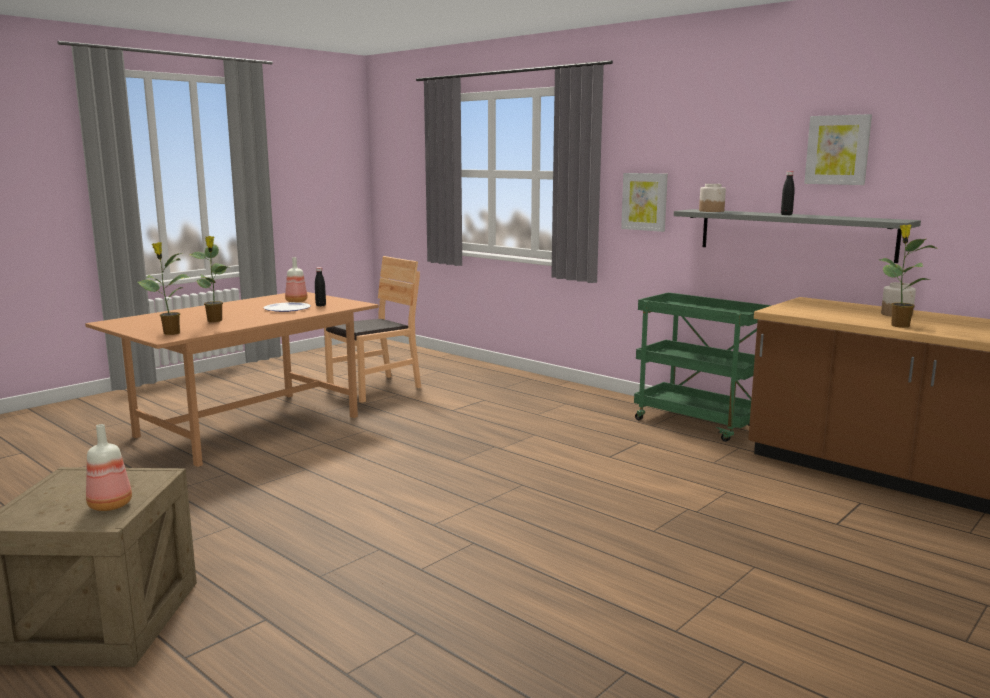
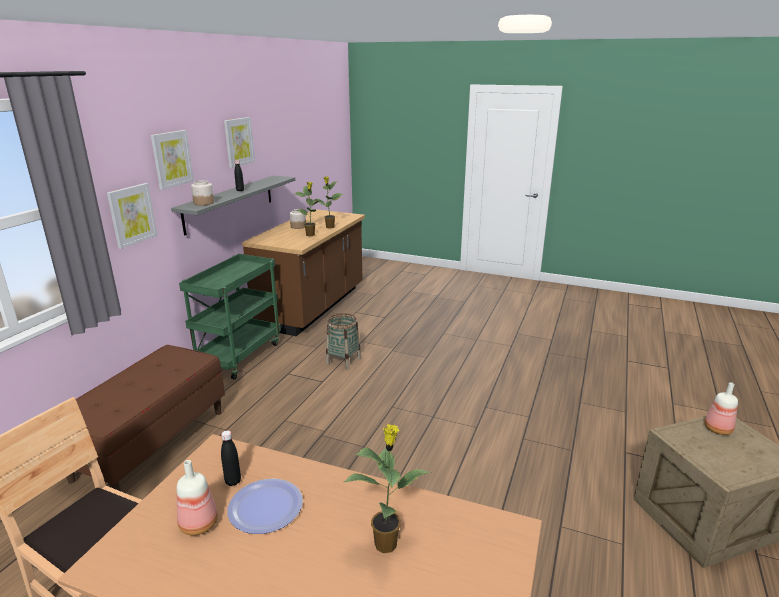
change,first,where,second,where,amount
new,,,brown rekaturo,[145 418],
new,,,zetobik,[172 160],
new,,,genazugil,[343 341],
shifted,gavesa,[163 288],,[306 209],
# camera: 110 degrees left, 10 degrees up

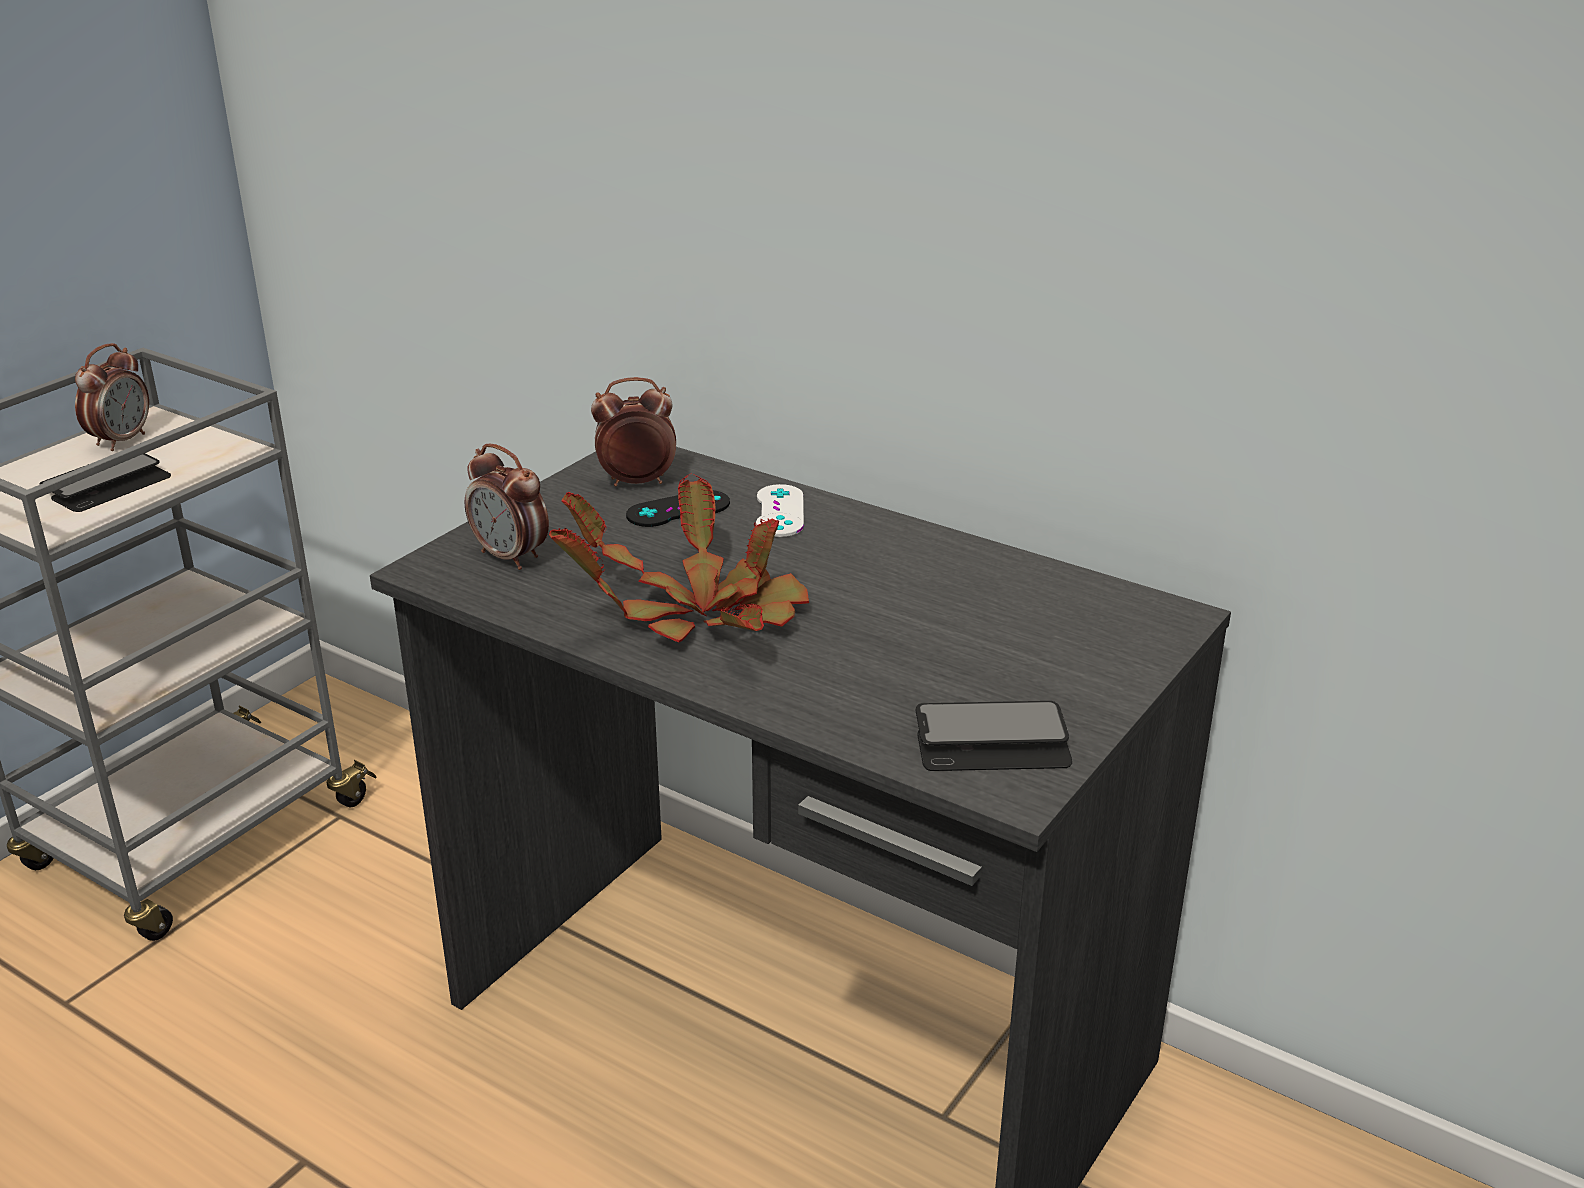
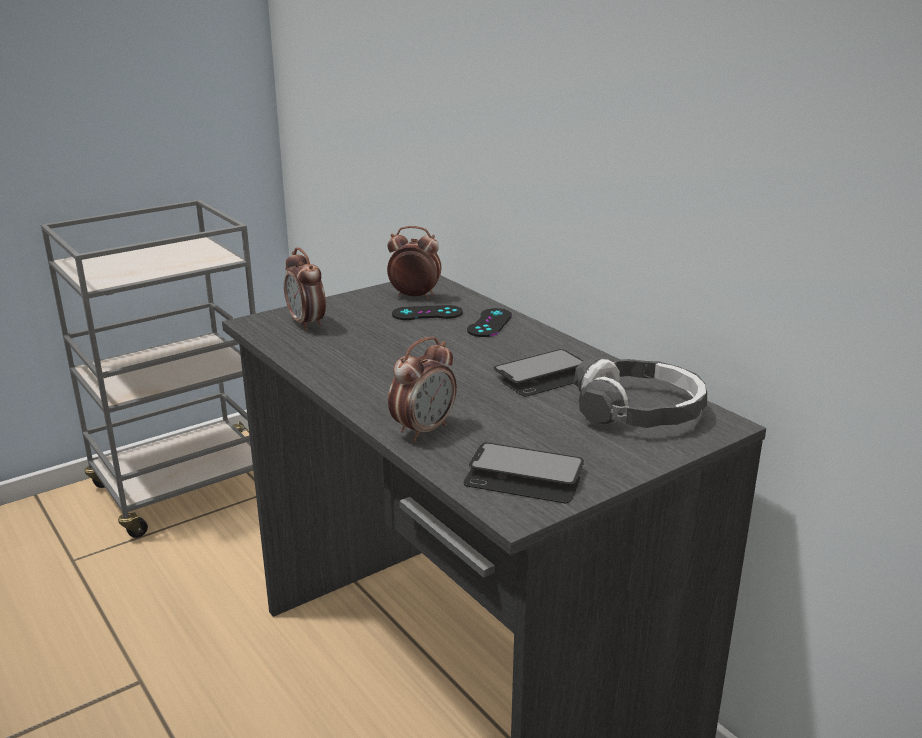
change,first,where,second,where,amount
gone,gavesa,[679 558],,,
new,,,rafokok,[640 393],
shifted,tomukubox,[105 482],,[538 373],
shifted,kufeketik,[112 397],,[422 389],
repainted,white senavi,[780 510],black senavi,[489 322],
# camera: 20 degrees right, 5 degrees down

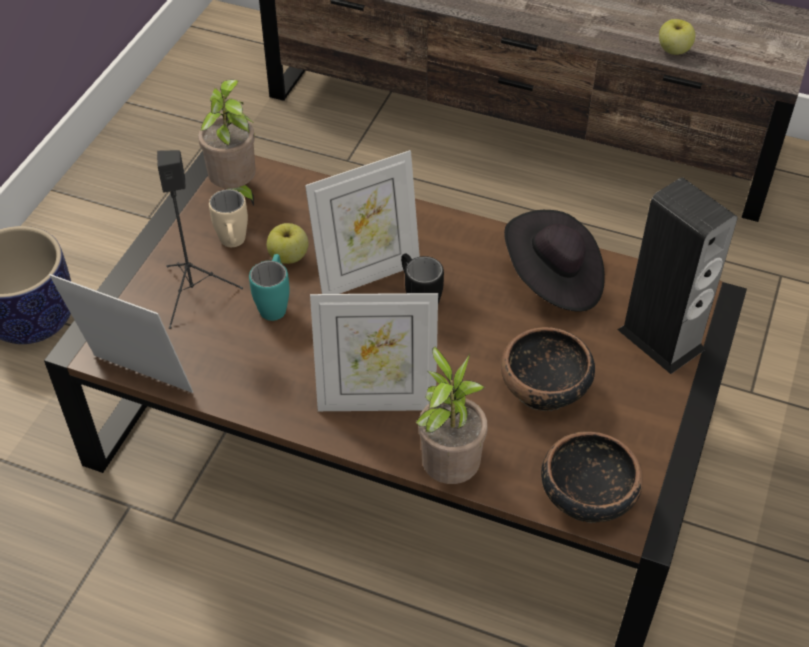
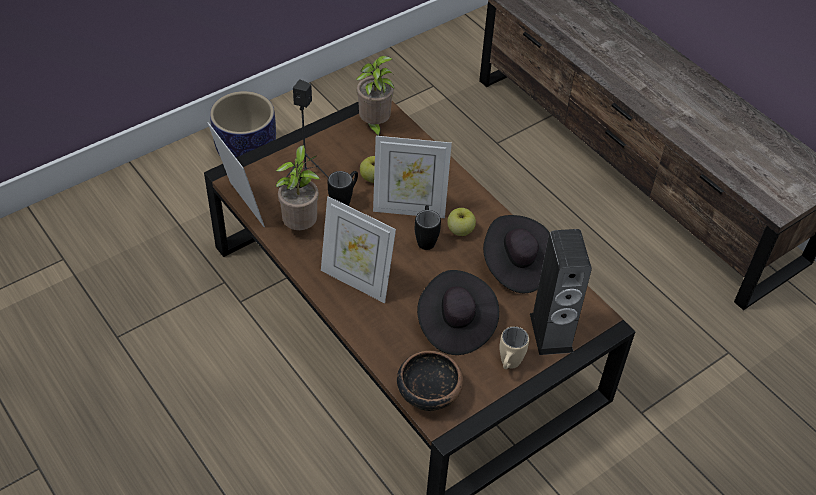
change,first,where,second,where,amount
shifted,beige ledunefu,[228 218],,[514 347],
shifted,gavesa,[452 415],,[298 187],
shifted,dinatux,[677 37],,[461 222],
swapped,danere,[548 369],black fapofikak,[458 312],
repainted,turquoise ledunefu,[269 287],black ledunefu,[343 188],
# camera: 30 degrees right, 0 degrees up

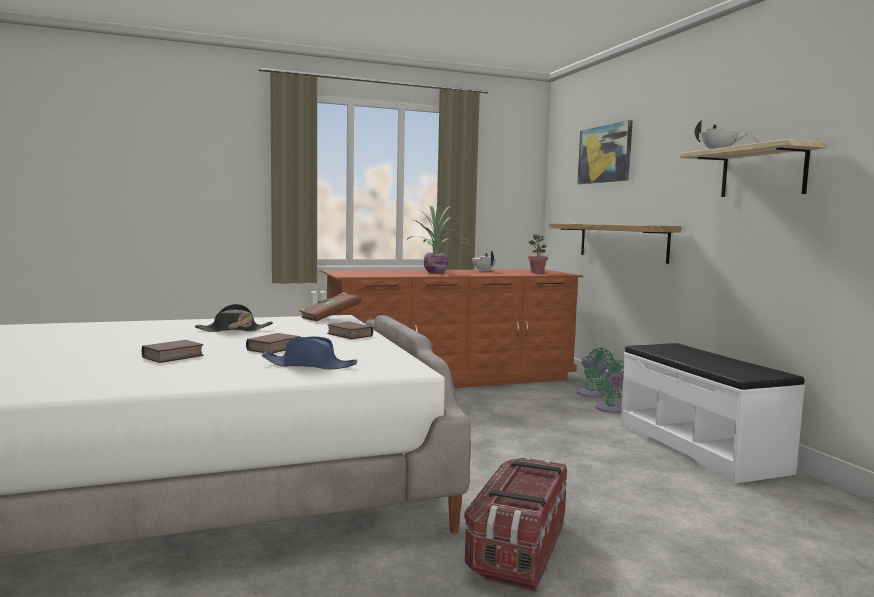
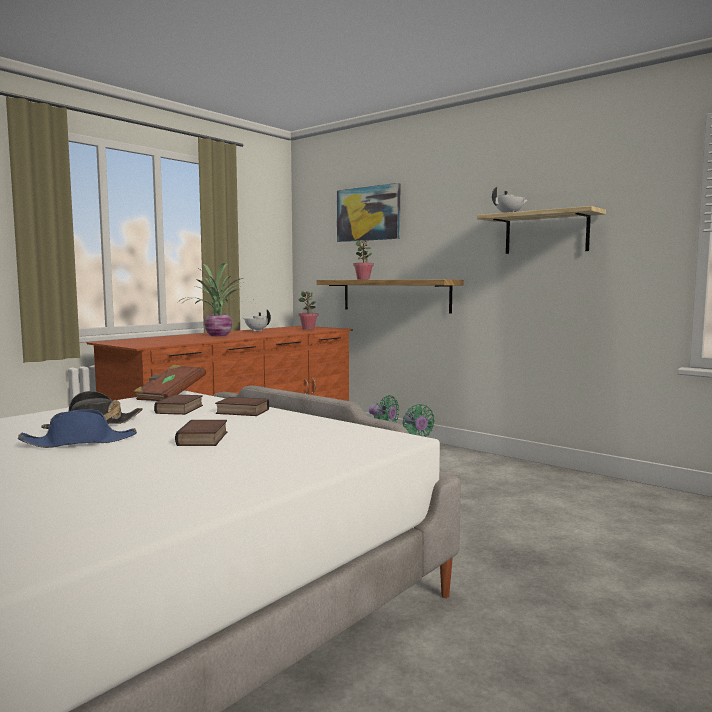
change,first,where,second,where,amount
gone,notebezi,[515 524],,,
gone,white rekaturo,[712 413],,,
new,,,gavesa,[363 260],
shifted,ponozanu,[173 351],,[178 404],
shifted,blue fapofikak,[309 353],,[77 428],
# camera: 30 degrees left, 0 degrees up

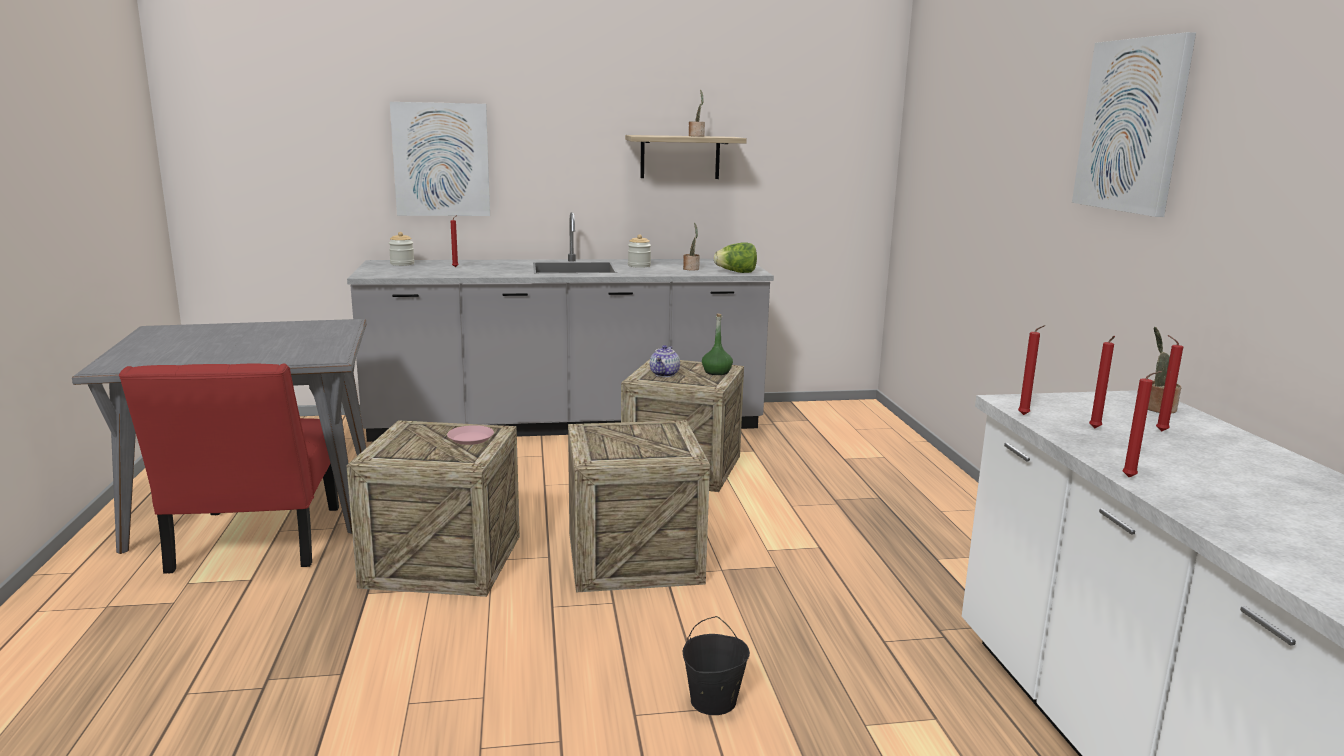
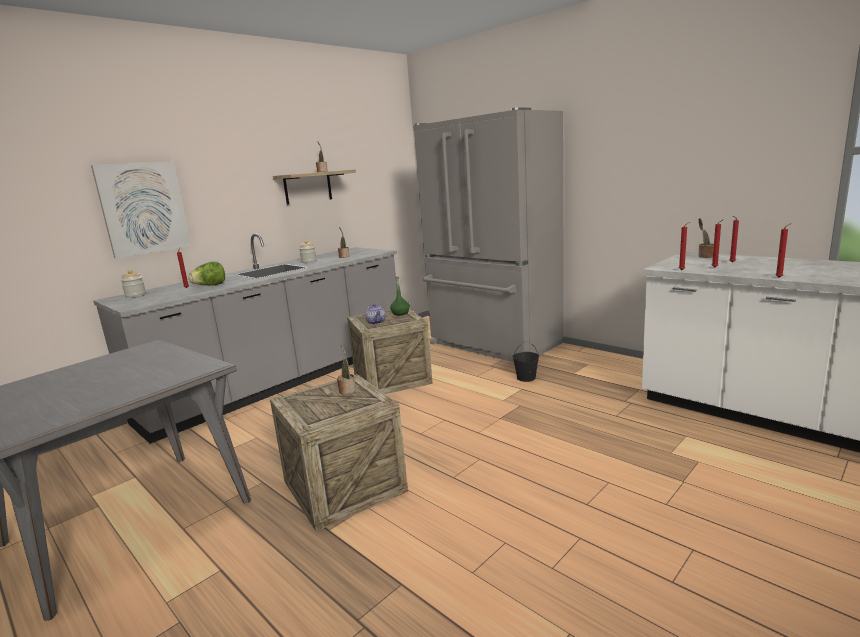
change,first,where,second,where,amount
gone,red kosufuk,[229 468],,,
gone,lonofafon,[639 506],,,
gone,zetobik,[1134 124],,,
new,,,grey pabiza,[488 234],
shifted,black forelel,[716 665],,[525 361],
shifted,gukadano,[735 257],,[206 273],
swapped,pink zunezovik,[470 435],gavesa,[346 368],
# camera: 35 degrees left, 0 degrees up

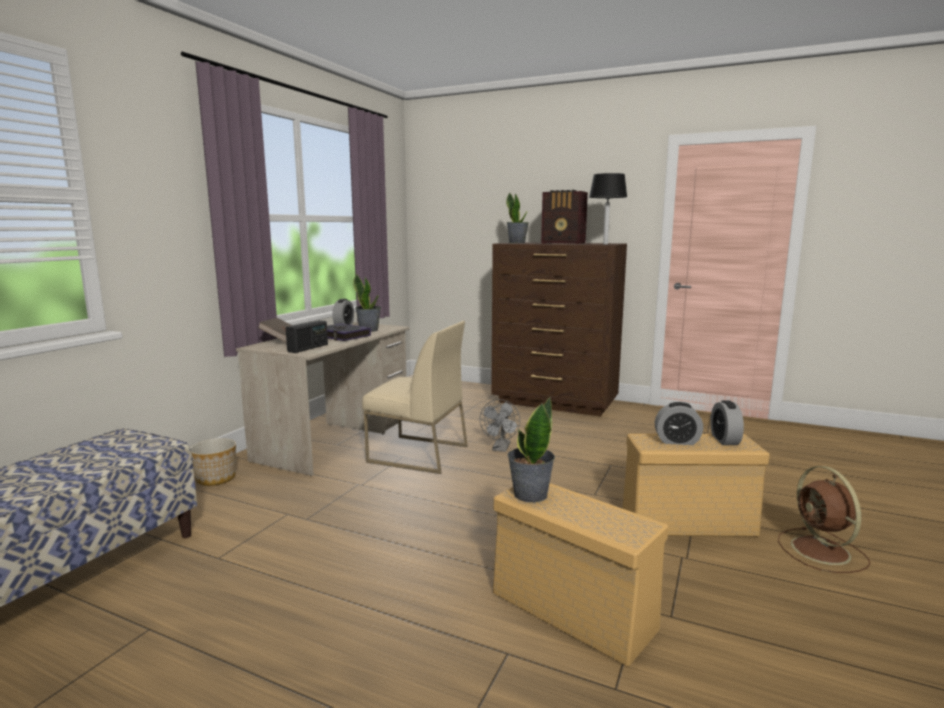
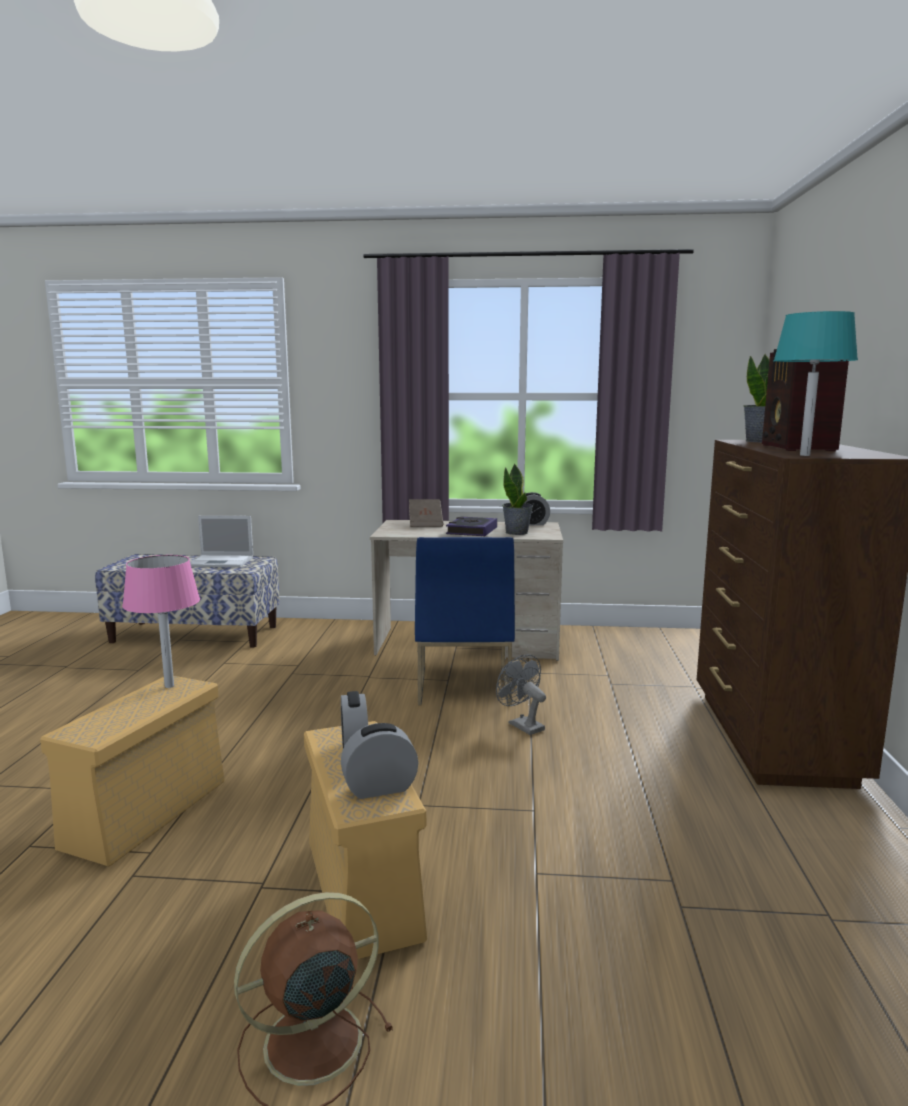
change,first,where,second,where,amount
gone,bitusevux,[213 462],,,
gone,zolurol,[307 336],,,
new,,,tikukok,[221 541],
swapped,gavesa,[531 450],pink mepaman,[161 621],
repainted,beige kosufuk,[415 397],blue kosufuk,[465 621],
repainted,black mepaman,[608 209],turquoise mepaman,[815 383],
rotated,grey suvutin,[500 425],,[521 694],60 degrees clockwise
# camera: 70 degrees right, 0 degrees up

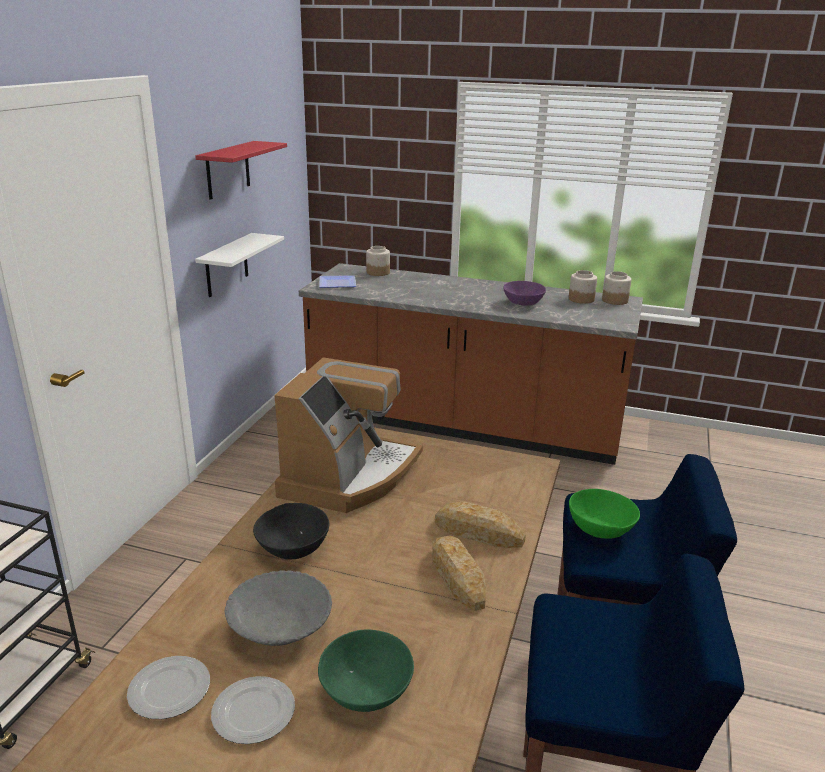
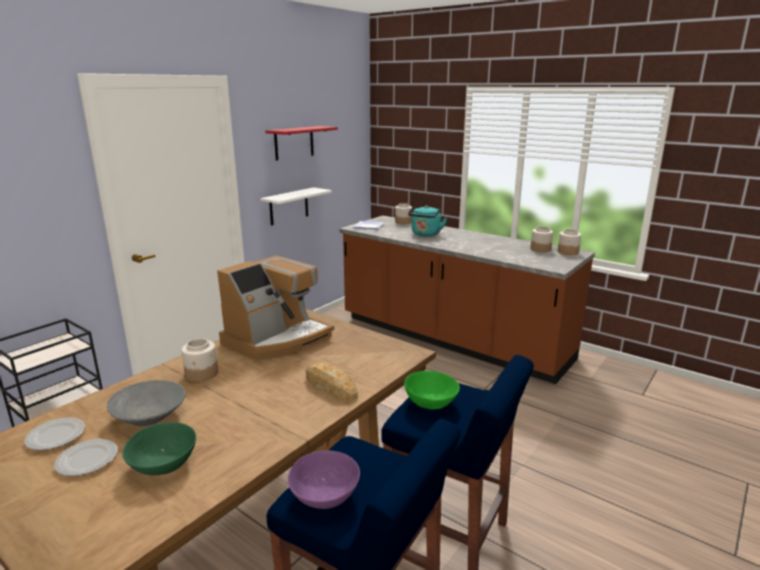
change,first,where,second,where,amount
gone,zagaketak,[459 573],,,
new,,,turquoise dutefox,[427 221],
shifted,purple danere,[524 293],,[324 479],
swapped,black danere,[291 531],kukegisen,[199 360],
# camera: 20 degrees right, 5 degrees down

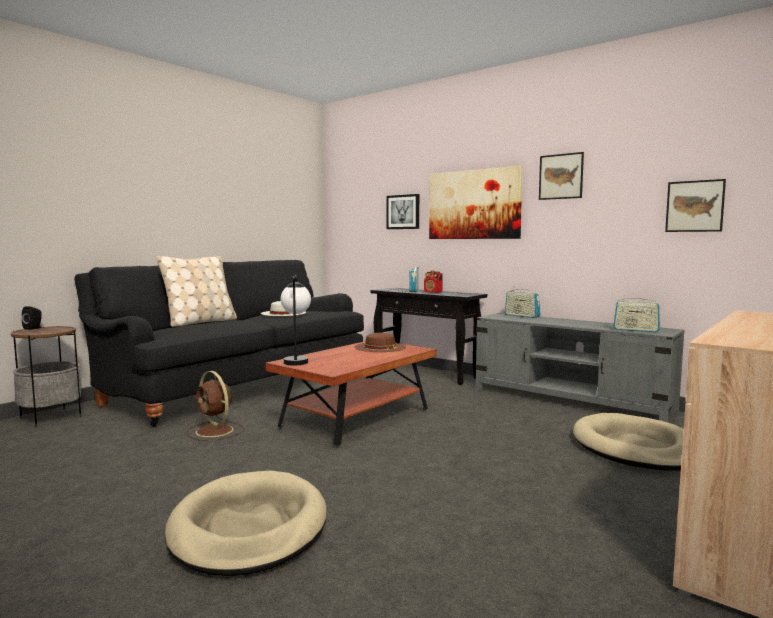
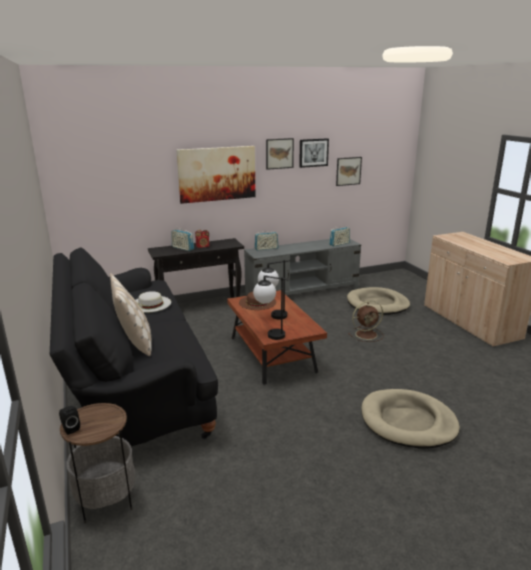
change,first,where,second,where,amount
new,,,mepaman,[274 289],
shifted,brown suvutin,[216 406],,[365 321],
shifted,zetobik,[403 211],,[314 153],
# camera: 60 degrees left, 15 degrees up

